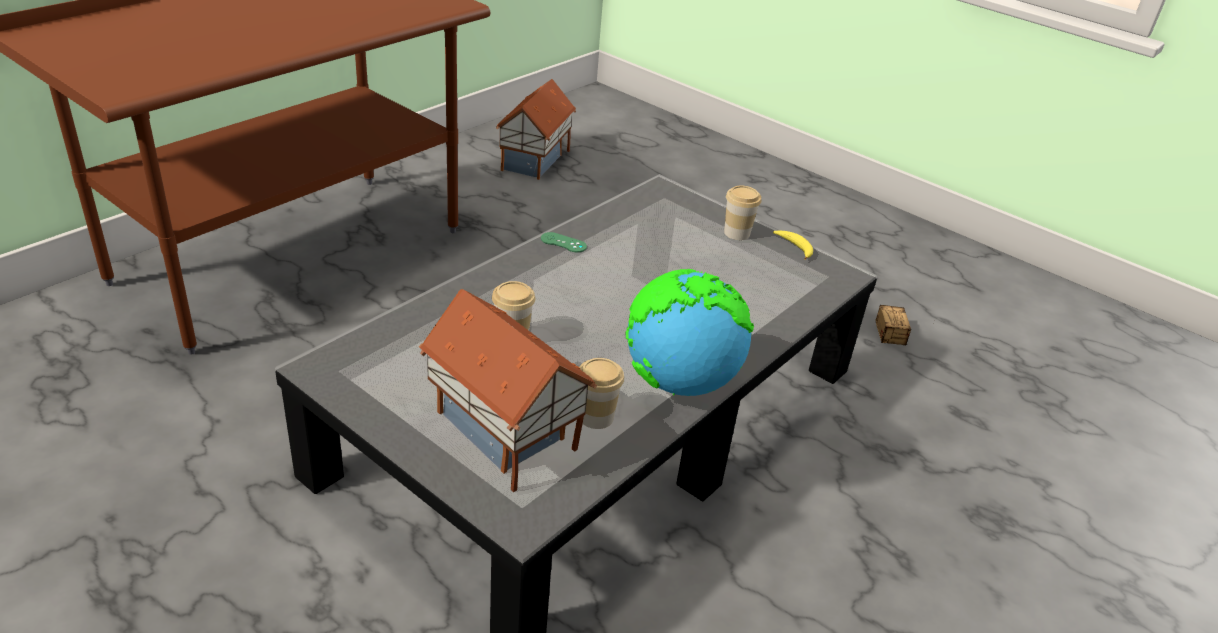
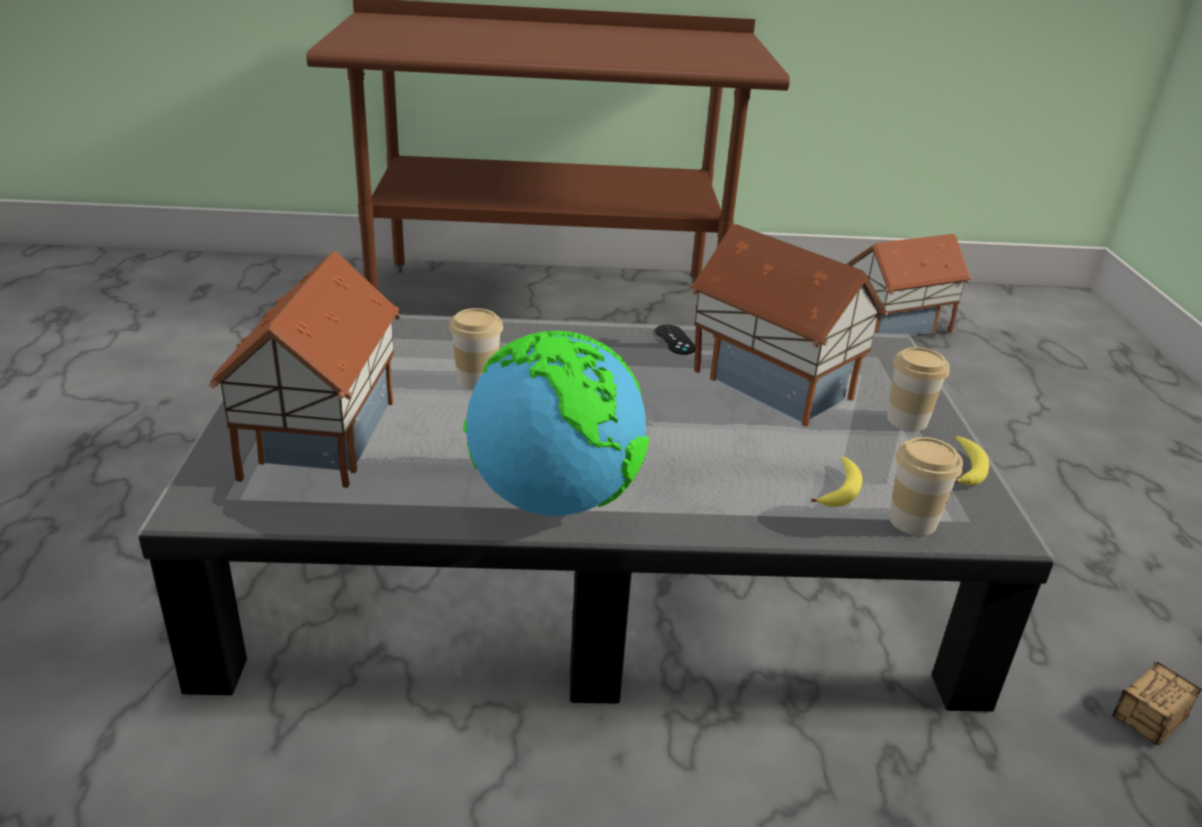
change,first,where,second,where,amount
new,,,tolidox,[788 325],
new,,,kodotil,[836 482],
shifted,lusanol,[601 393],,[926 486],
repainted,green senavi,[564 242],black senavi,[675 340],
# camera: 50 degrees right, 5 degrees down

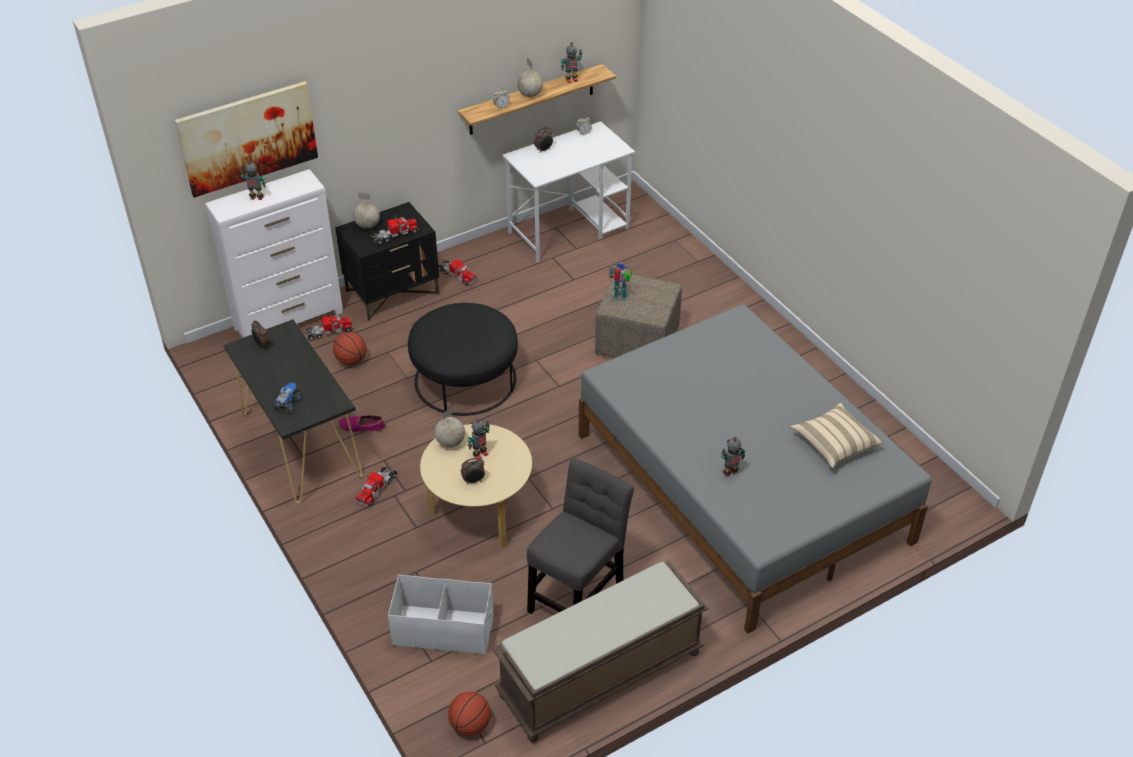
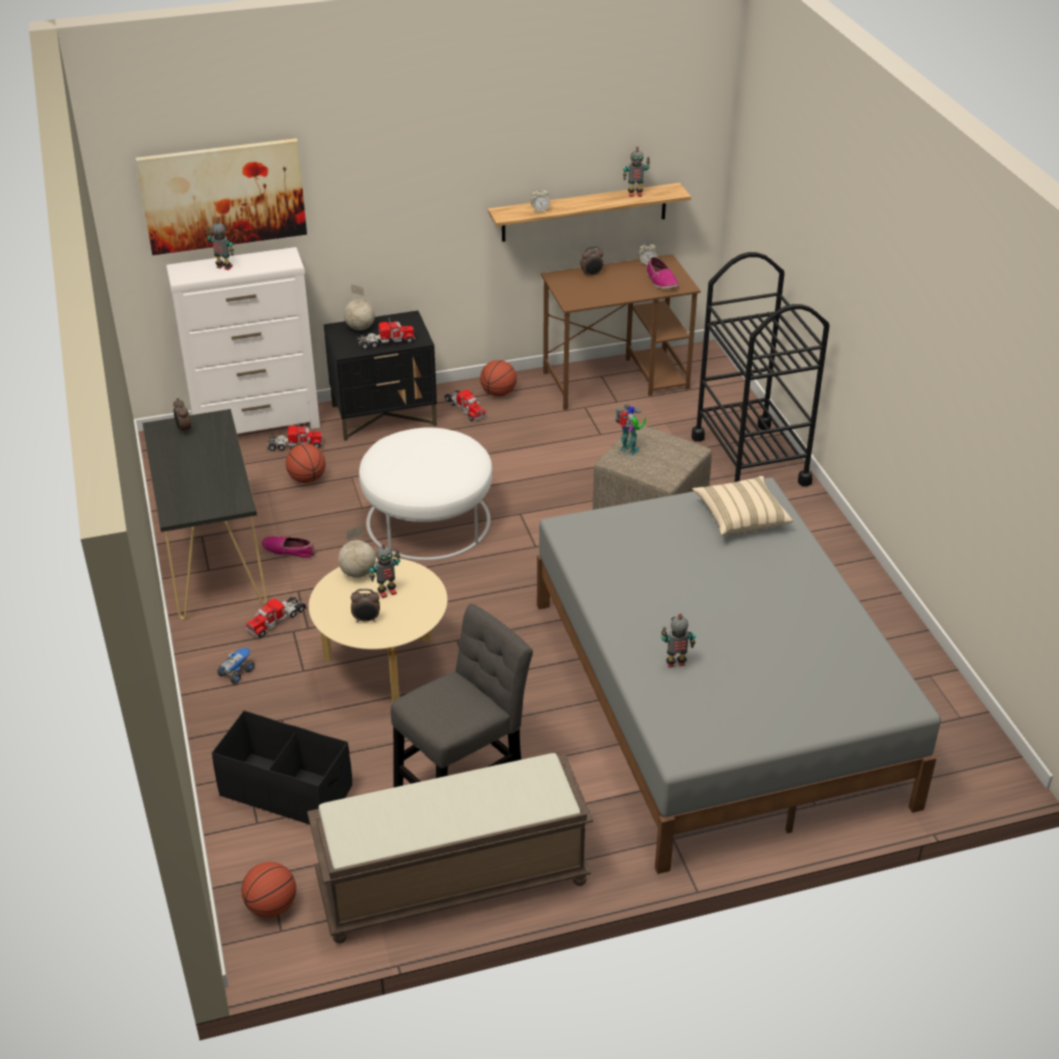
change,first,where,second,where,amount
gone,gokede,[530 77],,,
new,,,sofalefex,[498 378],
new,,,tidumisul,[662 273],
new,,,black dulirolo,[760 369],
shifted,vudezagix,[287 397],,[236 666],
shifted,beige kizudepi,[836 435],,[742 506],
repainted,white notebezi,[441 615],black notebezi,[282 768],
repainted,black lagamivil,[463 359],white lagamivil,[426 494],
repainted,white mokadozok,[568 192],brown mokadozok,[621 332],
# camera: 15 degrees right, 5 degrees down

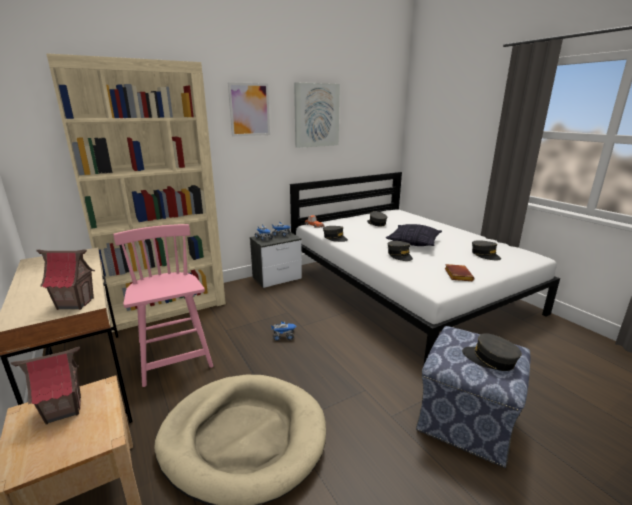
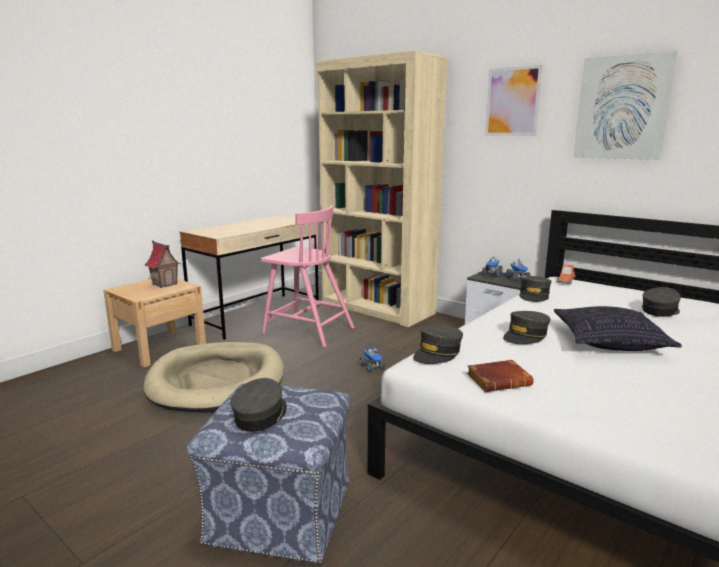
change,first,where,second,where,amount
gone,tolidox,[65 279],,,
shifted,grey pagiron,[486 250],,[438 345],
rotated,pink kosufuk,[163 305],,[307 276],75 degrees clockwise
# camera: 70 degrees right, 5 degrees down

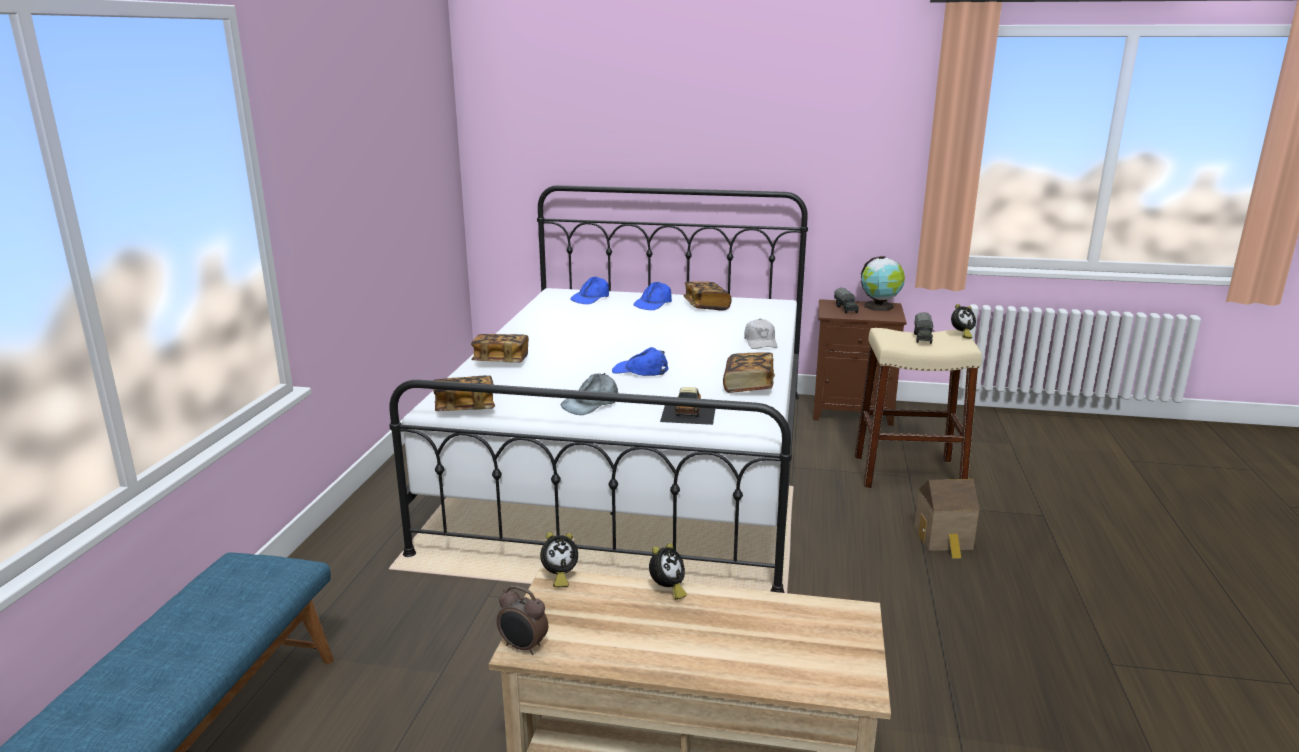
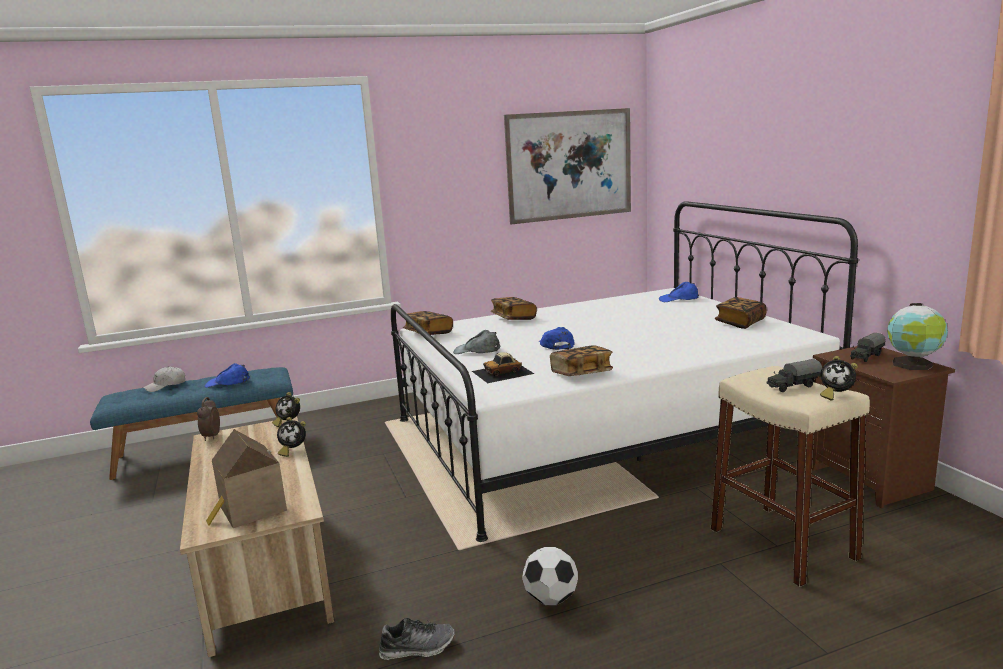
change,first,where,second,where,amount
new,,,tidumisul,[417 639],
new,,,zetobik,[567 166],
new,,,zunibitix,[550 576],
shifted,blue pagiron,[652 296],,[227 375],
shifted,white pagiron,[761 334],,[164 379],
shifted,tolidox,[946 519],,[246 478],
# camera: 60 degrees right, 5 degrees down

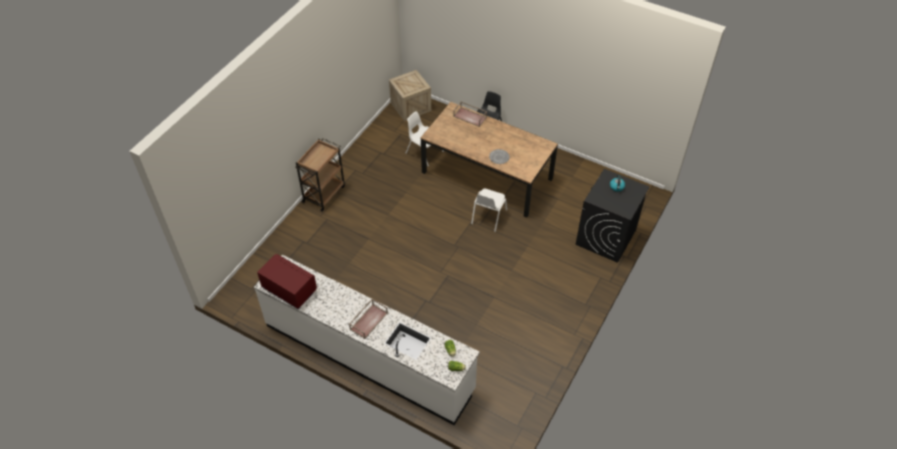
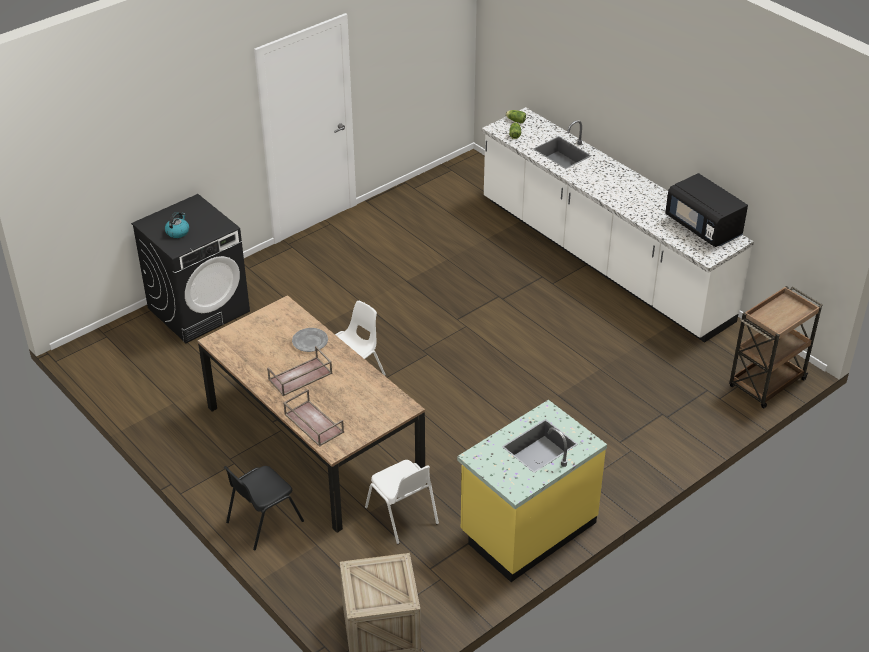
change,first,where,second,where,amount
new,,,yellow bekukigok,[532 491],
shifted,brown dulirolo,[320 175],,[776 347],
shifted,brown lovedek,[368 318],,[299 371],
repainted,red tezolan,[287 281],black tezolan,[706 210],
# camera: 160 degrees left, 10 degrees down

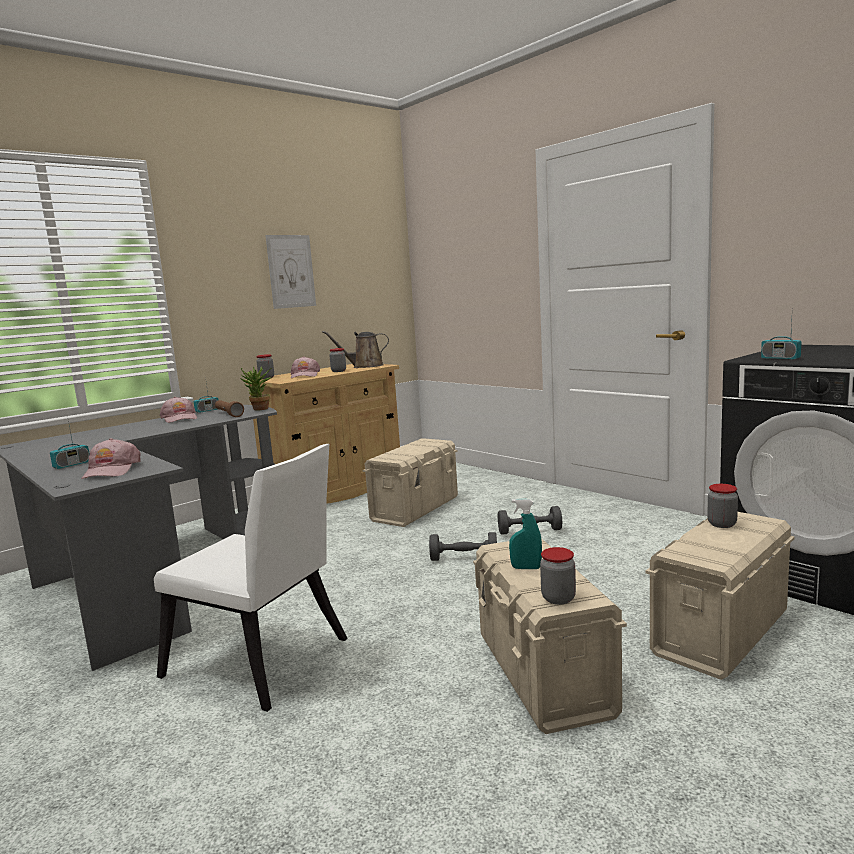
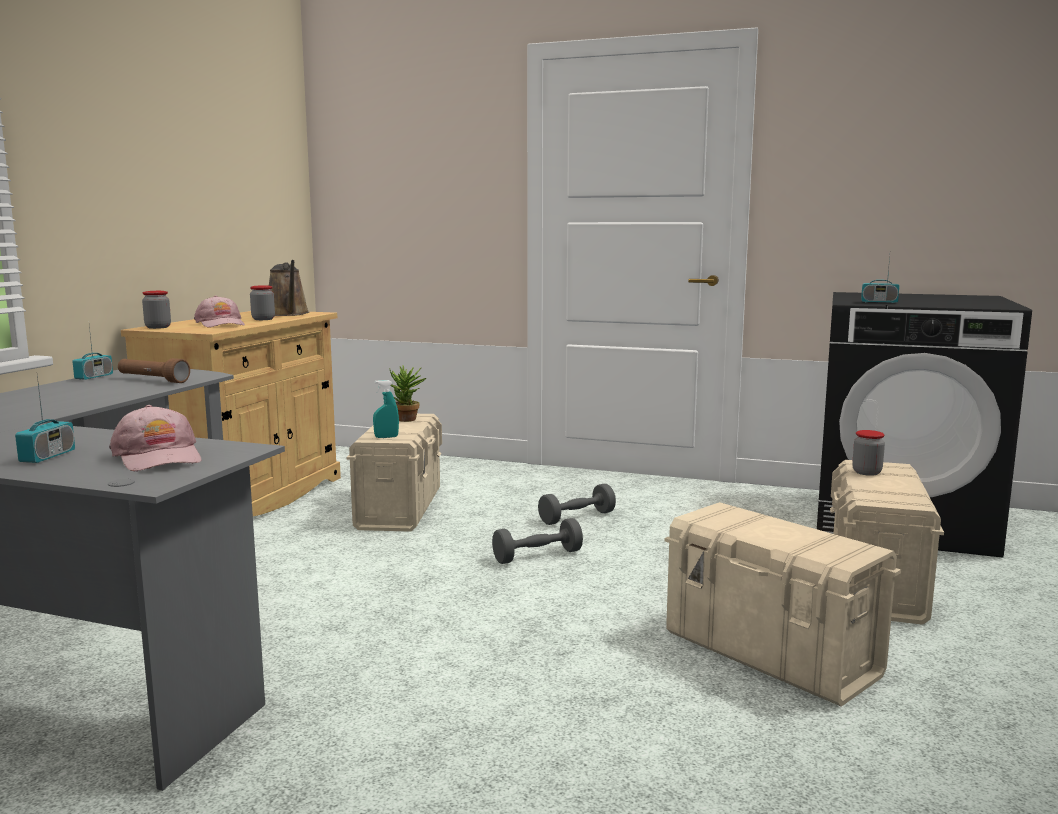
change,first,where,second,where,amount
gone,white kosufuk,[251 578],,,
gone,pink pagiron,[178 410],,,
gone,zetobik,[290 272],,,
gone,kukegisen,[558 576],,,
shifted,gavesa,[255 388],,[407 393],
shifted,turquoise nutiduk,[525 534],,[386 409],
rotated,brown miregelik,[355 349],,[289 288],75 degrees counterclockwise
# camera: 30 degrees left, 0 degrees up

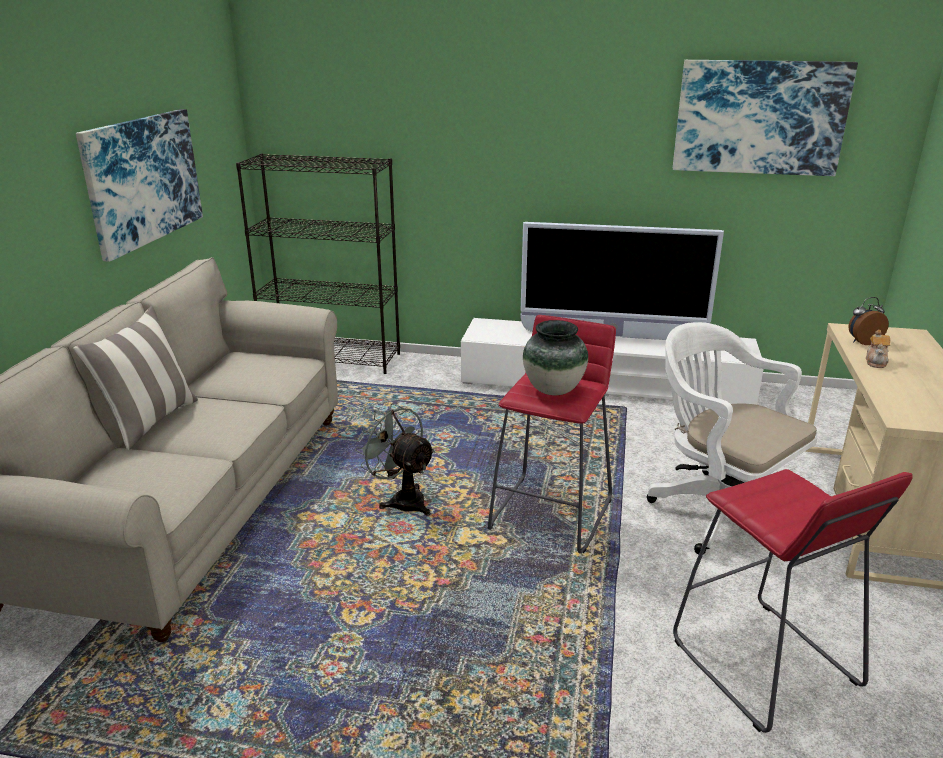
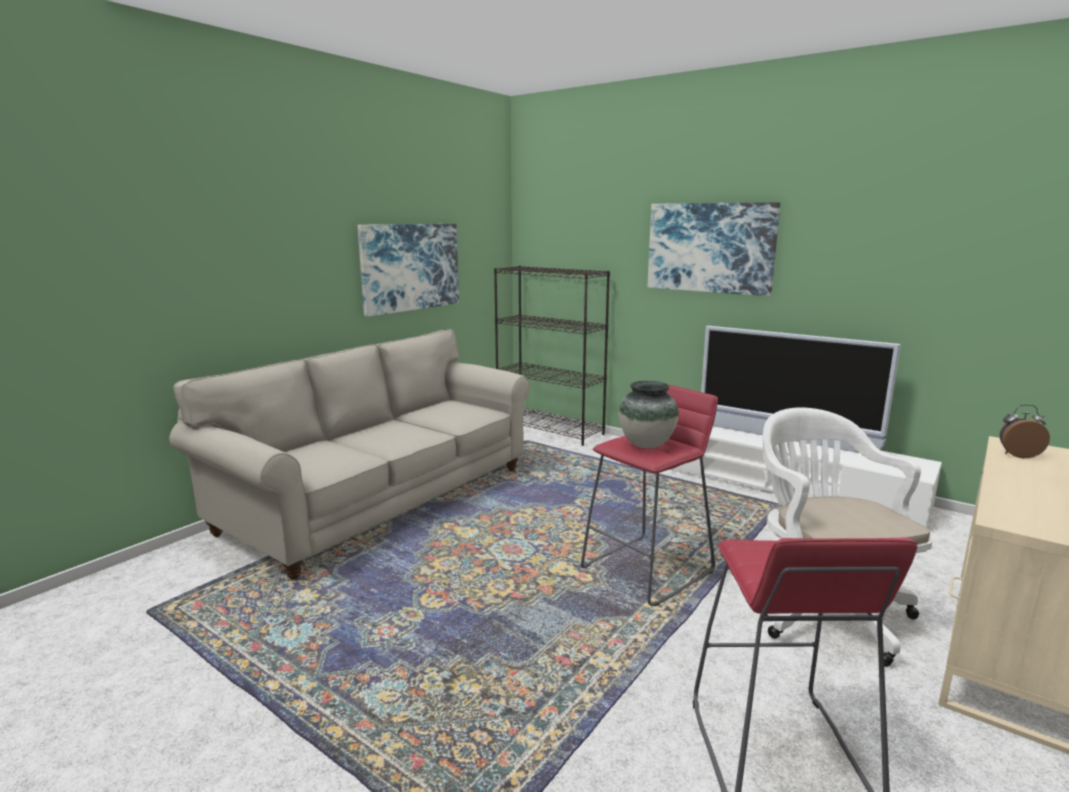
change,first,where,second,where,amount
gone,kizudepi,[135 378],,,
gone,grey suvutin,[395 459],,,
gone,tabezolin,[878 349],,,
shifted,zetobik,[765 118],,[714 249],
# camera: 25 degrees right, 10 degrees down

